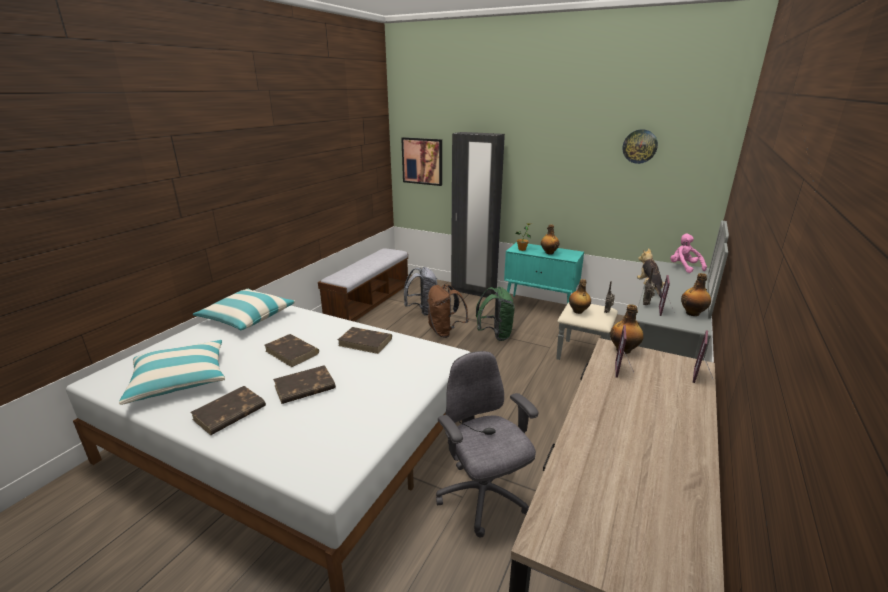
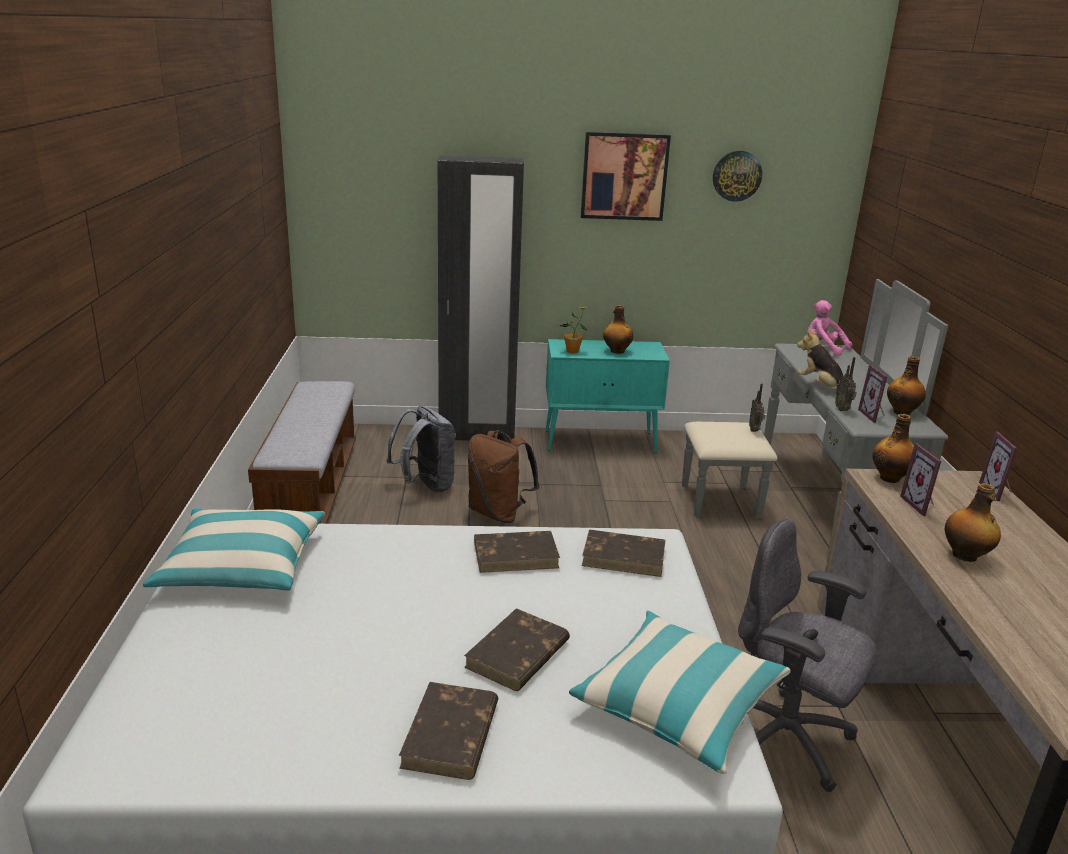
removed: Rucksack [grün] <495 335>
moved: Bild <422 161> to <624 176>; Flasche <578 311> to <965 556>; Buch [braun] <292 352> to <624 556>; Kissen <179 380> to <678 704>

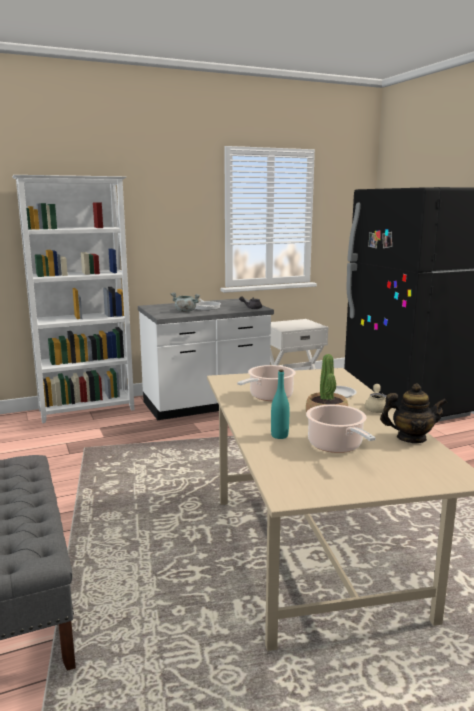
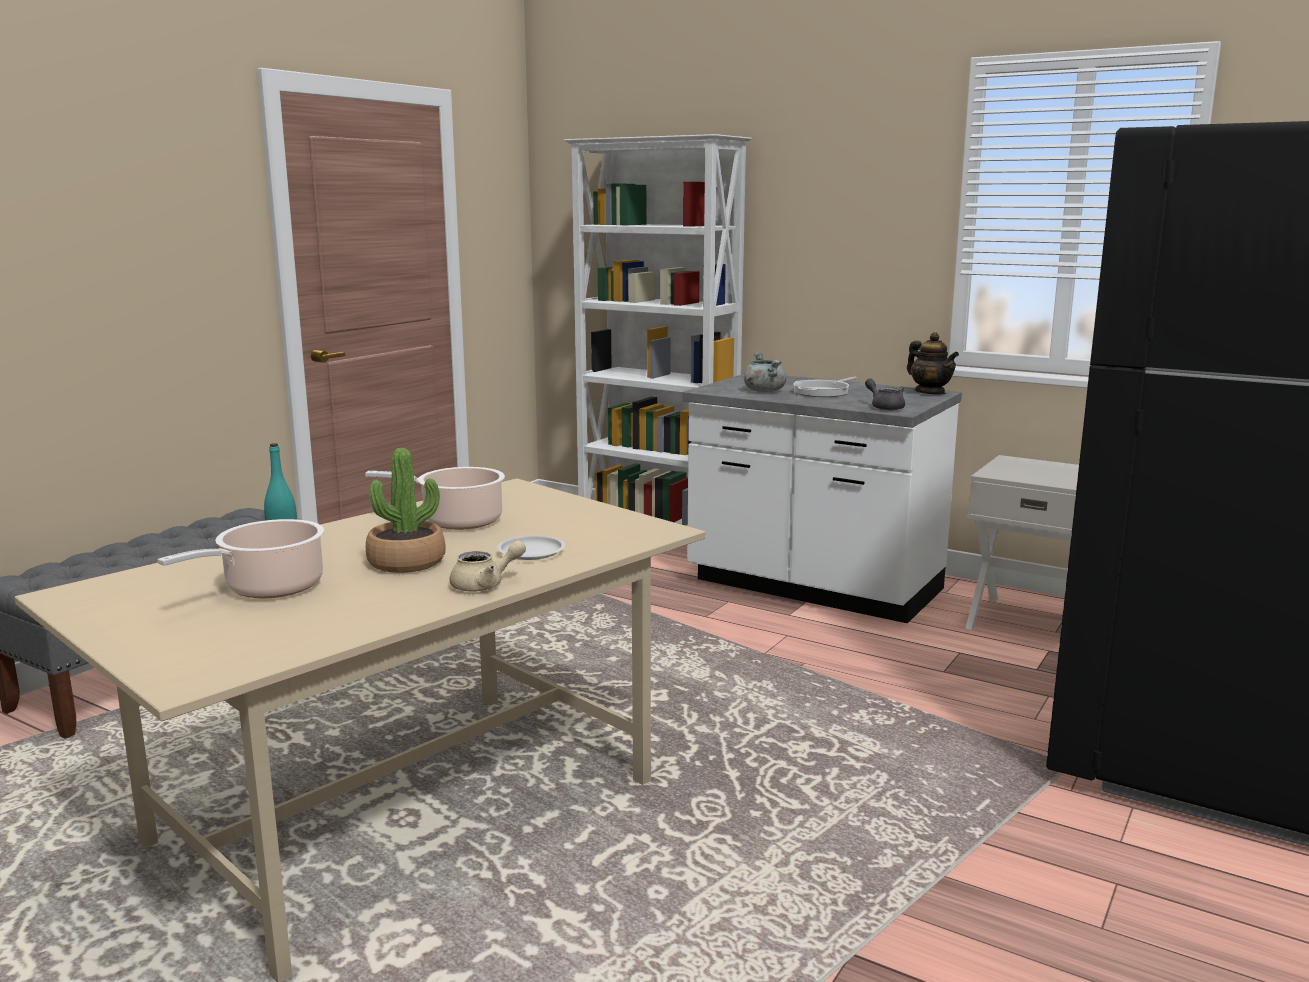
moved: Teekanne <411 438> to <930 393>

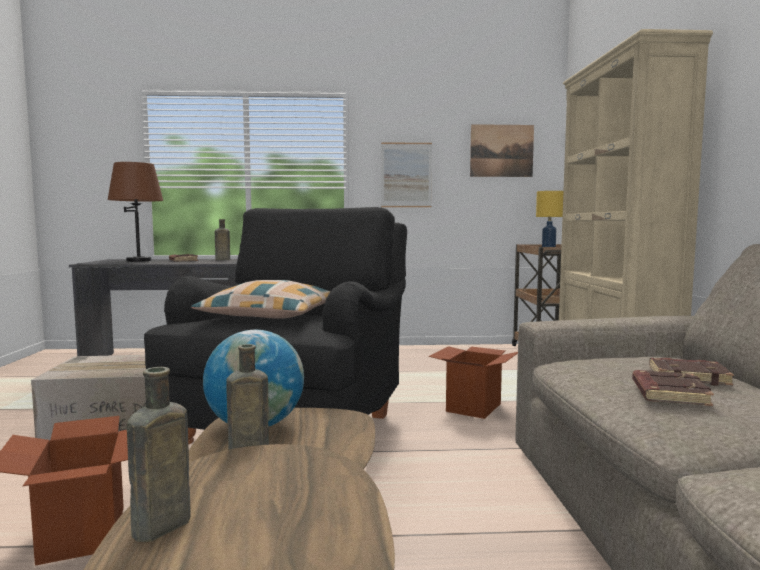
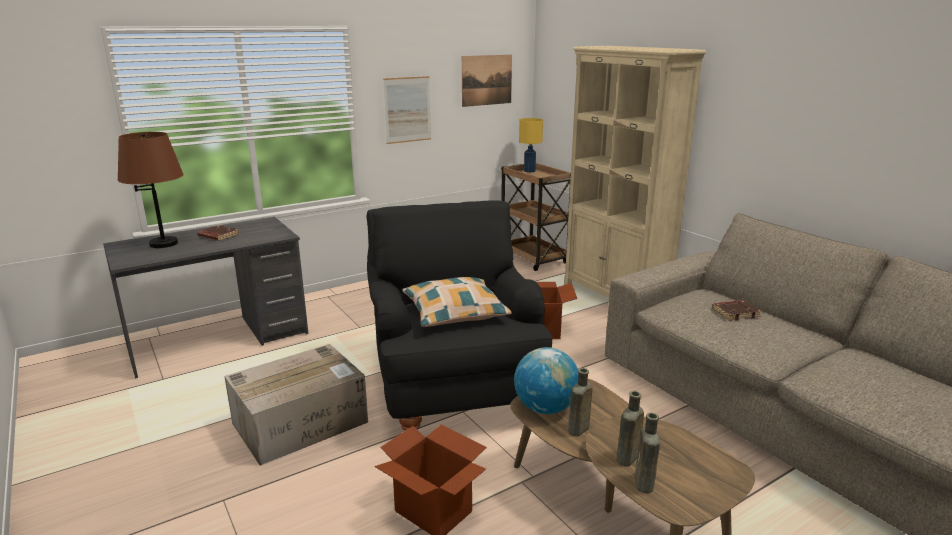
removed: Buch [braun] <668 394>
moved: Flasche [braun] <221 259> to <626 459>

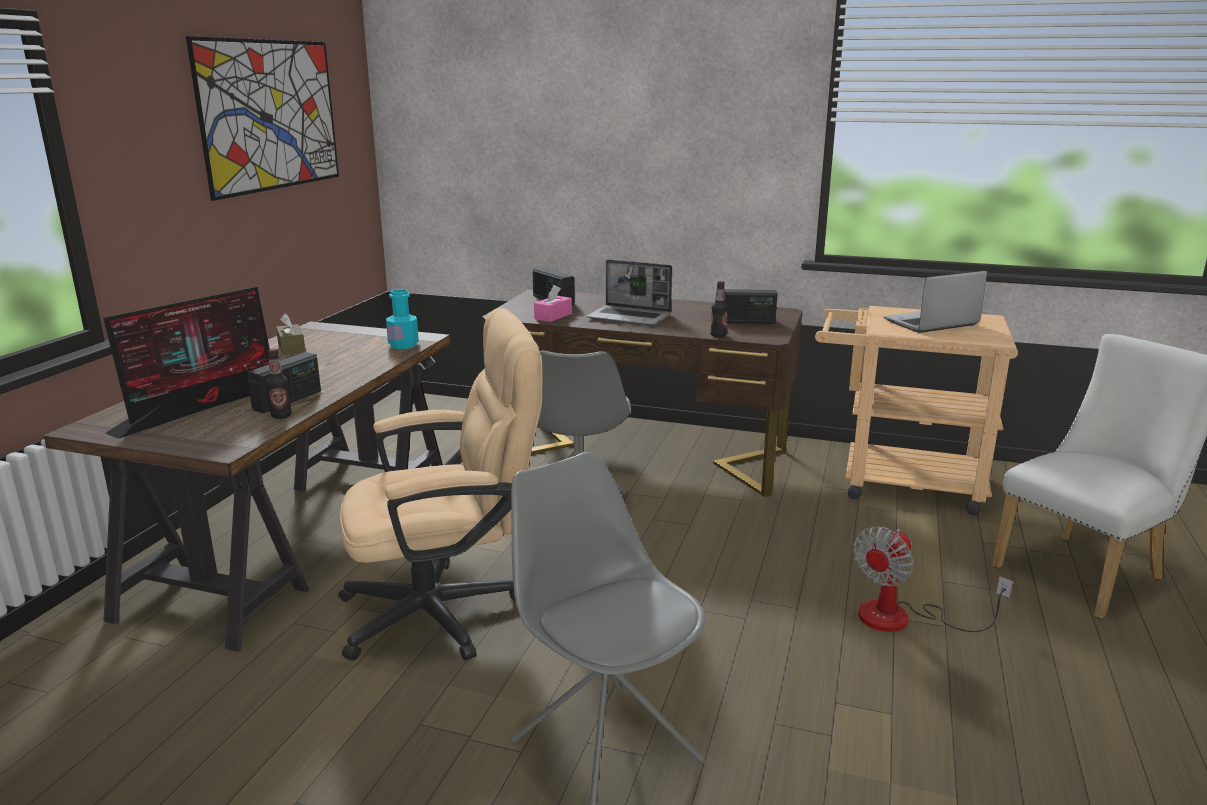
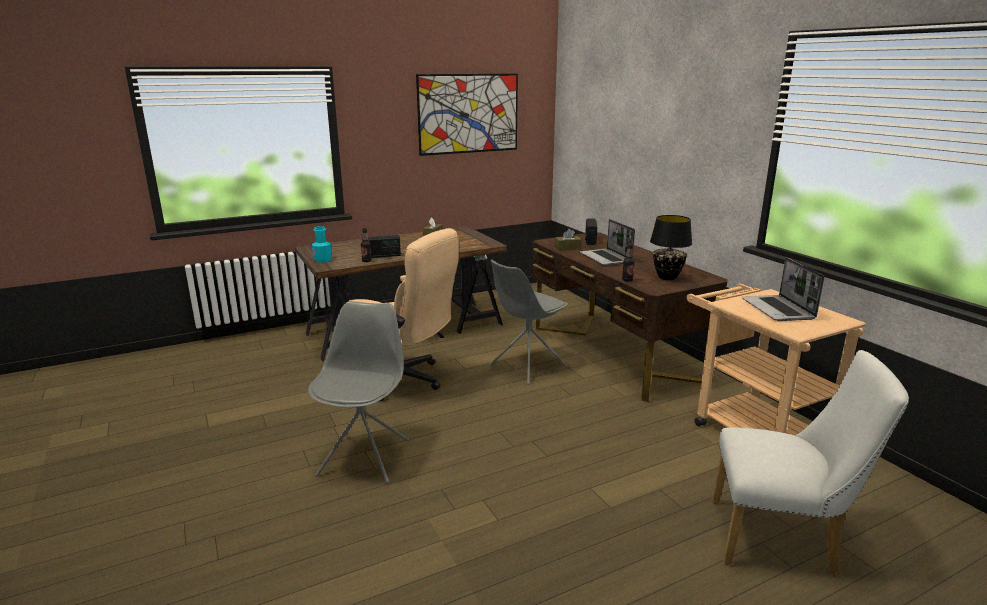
removed: Monitor <206 405>; Ventilator <902 618>
moved: Flasche [türkis] <403 345> to <322 260>
replaced: Radio <745 321> to Tischlampe [schwarz] <667 277>
recoloured: Taschentuchbox [rosa] <553 316> to Taschentuchbox [braun] <567 248>
turned: Laptop <930 323> = <778 310> 120 degrees counterclockwise

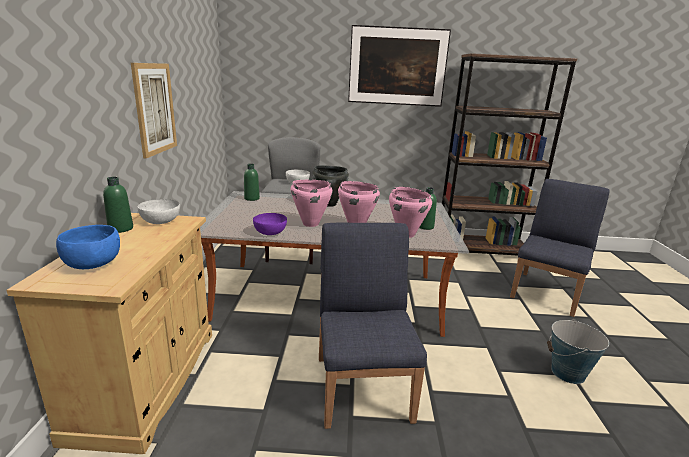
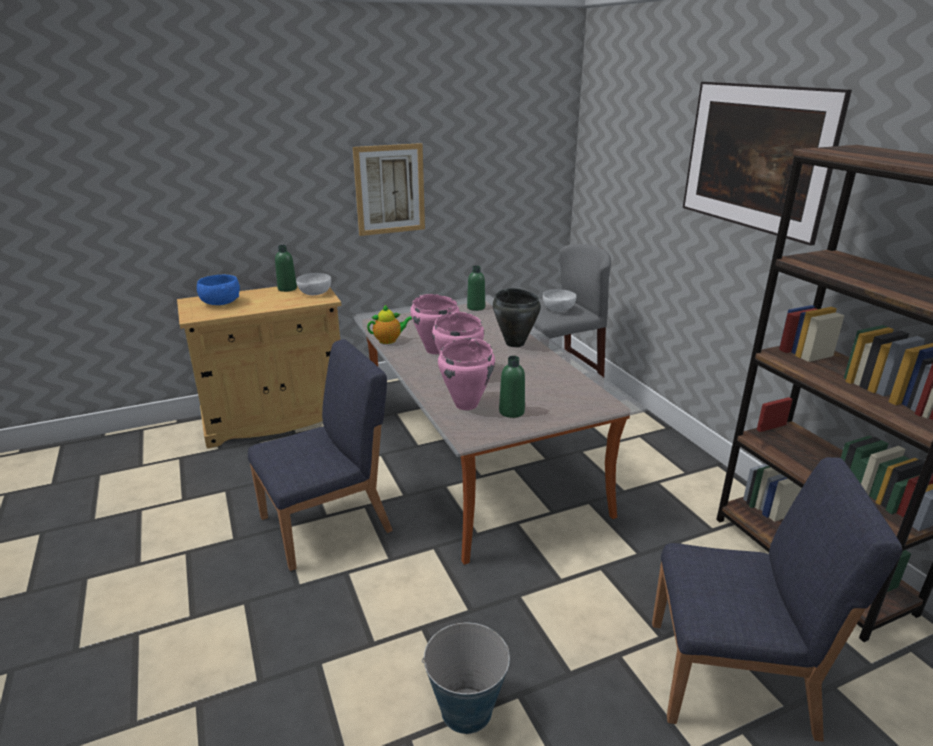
replaced: Schüssel [lila] <270 232> to Teekanne <389 340>

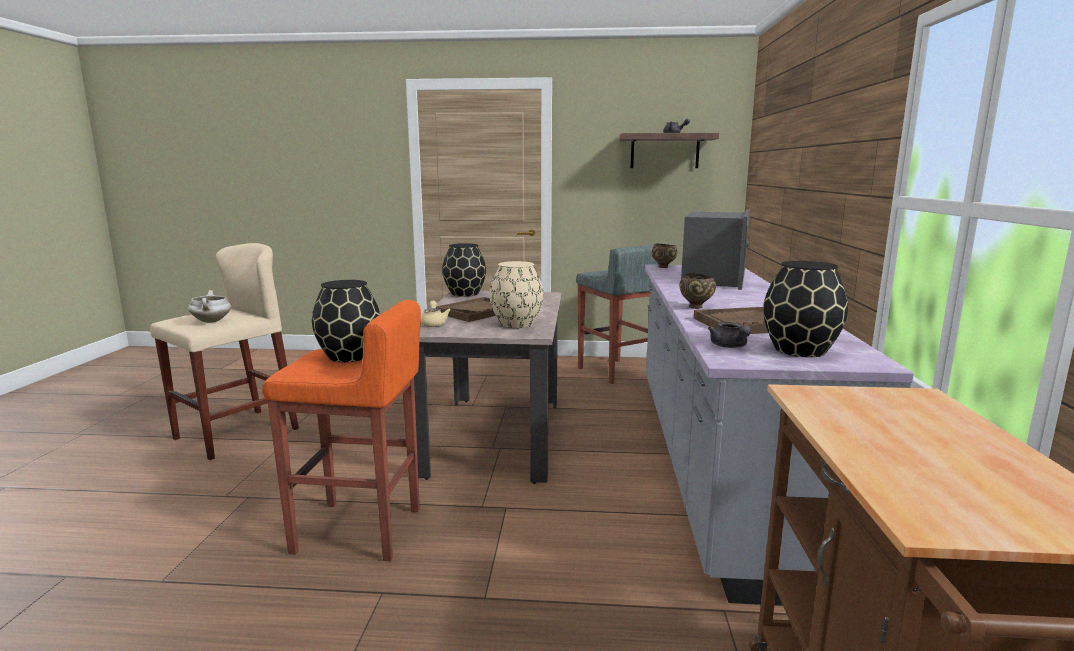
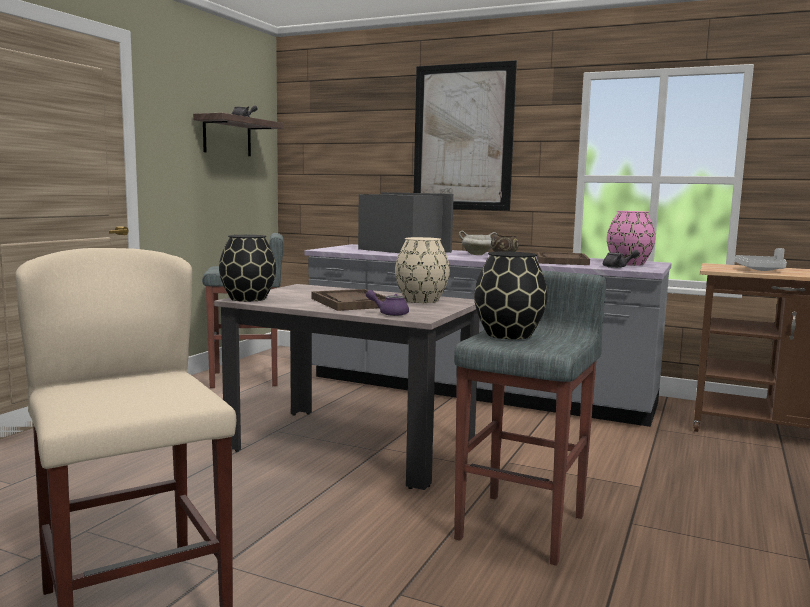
removed: Schüssel [braun] <664 267>
added: Bild <462 137>; Tablett [grau] <761 270>
moved: Kochtopf [weiß] <212 321> to <477 255>
recoloured: Vase [schwarz] <799 350> to Vase [rosa] <628 264>; Hocker [orange] <359 531> to Hocker [grau] <523 526>; Teekanne [beige] <433 323> to Teekanne [lila] <389 313>

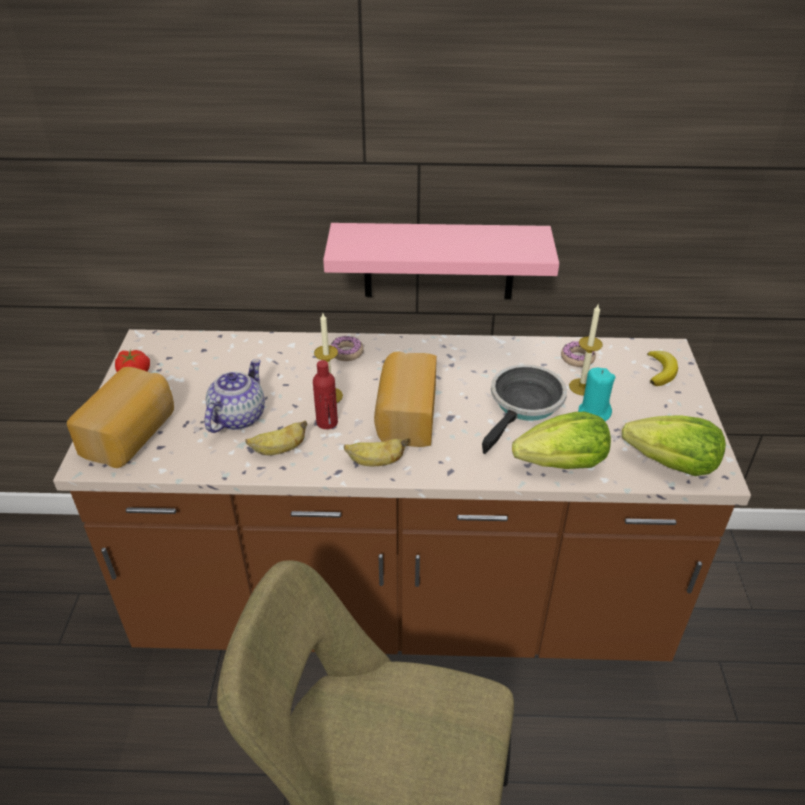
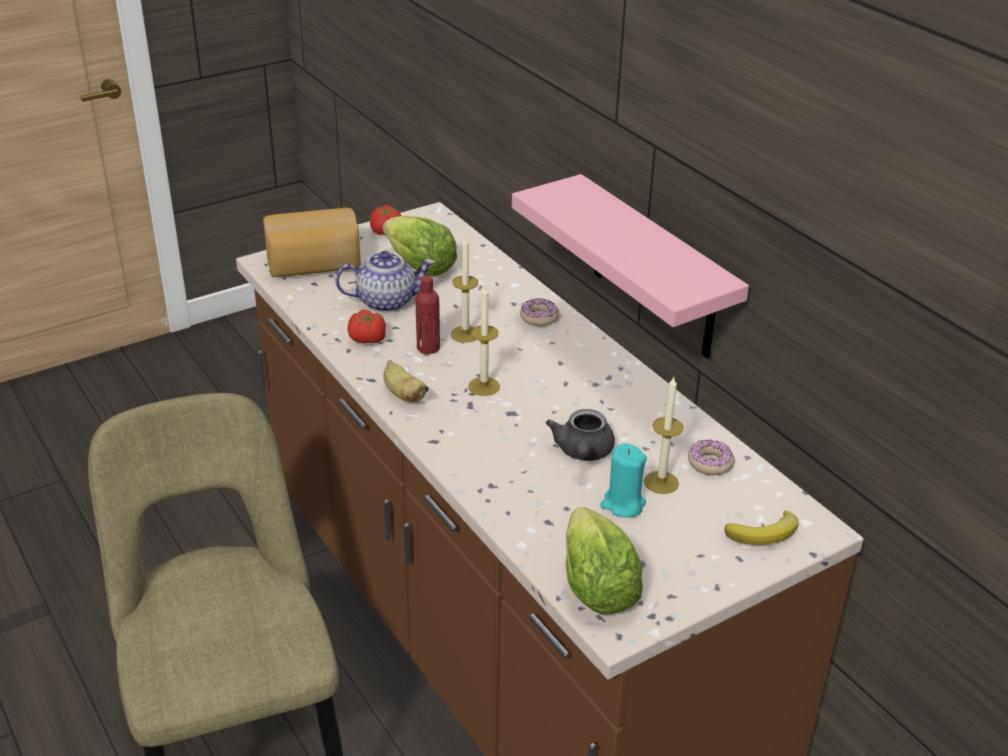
moved: Salatkopf <563 464> to <420 267>
replaced: Brot <405 416> to Kerze <484 386>; Pfanne <524 405> to Teekanne [grau] <583 453>; Banane <279 450> to Tomate <367 339>

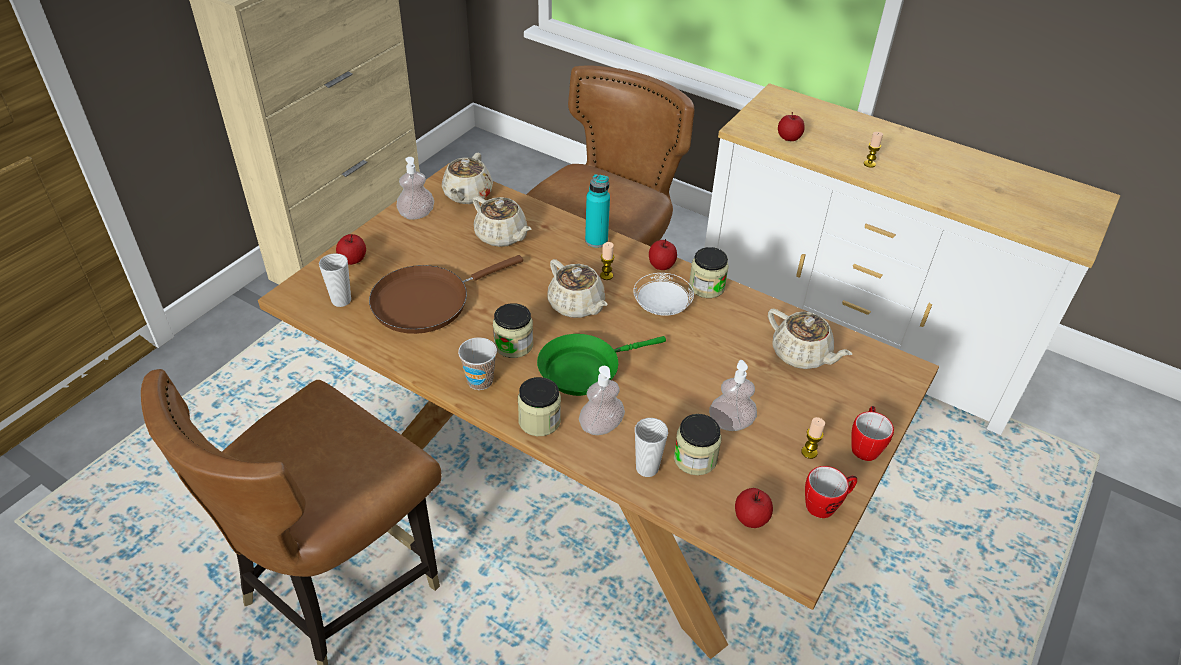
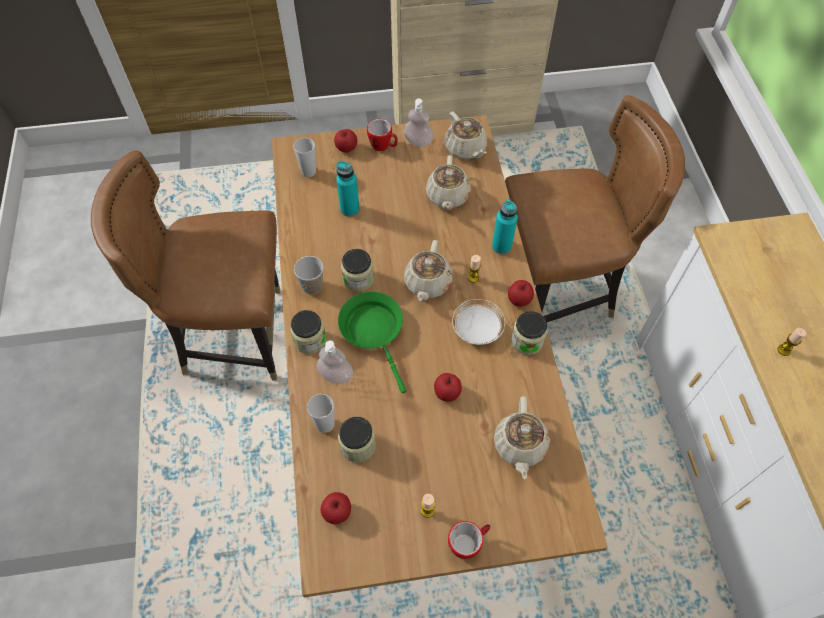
removed: Seifenspender <730 423>
moved: Apfel <789 138> to <447 392>; Henkelbecher <826 504> to <383 146>
replaced: Pfanne [braun] <427 301> to Flasche [türkis] <350 209>
turned: Teekanne [beige] <467 195> = <465 148> 90 degrees counterclockwise; Pfanne [grün] <584 370> = <374 331> 45 degrees clockwise

